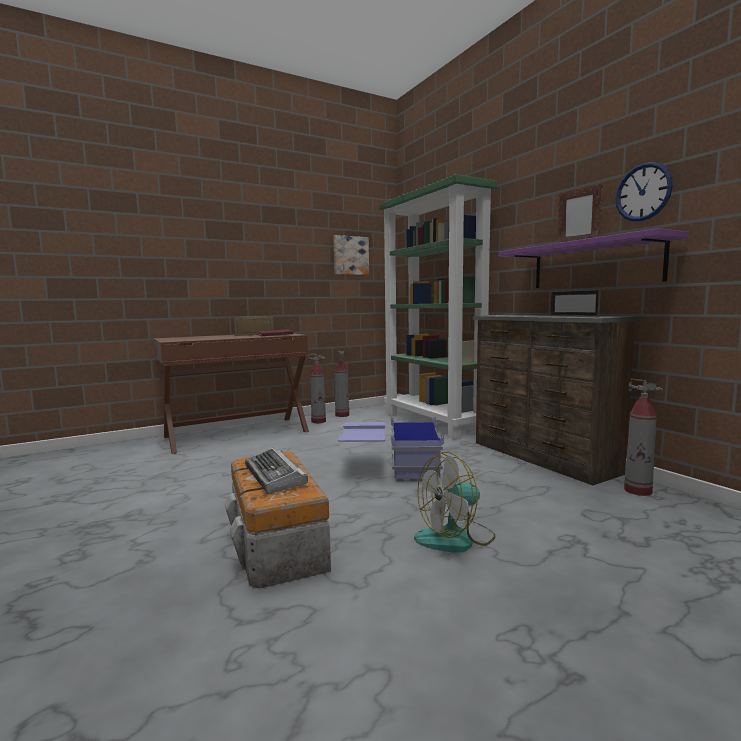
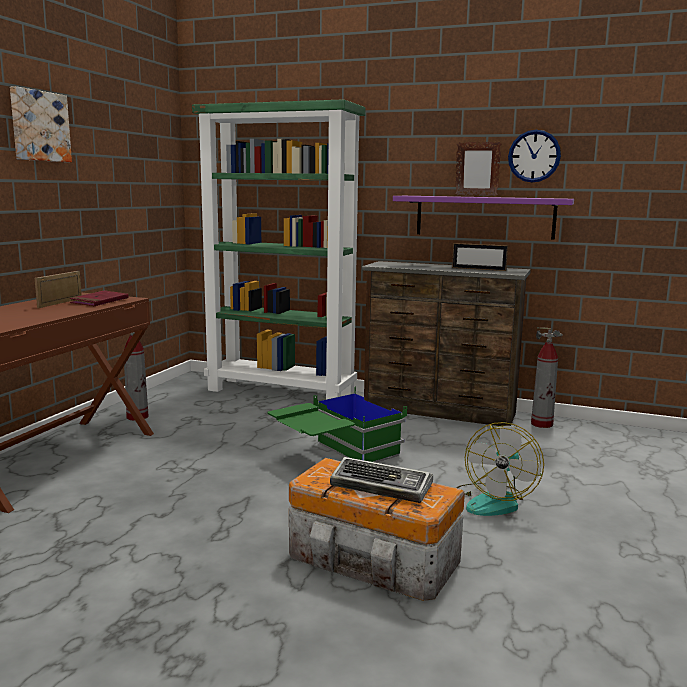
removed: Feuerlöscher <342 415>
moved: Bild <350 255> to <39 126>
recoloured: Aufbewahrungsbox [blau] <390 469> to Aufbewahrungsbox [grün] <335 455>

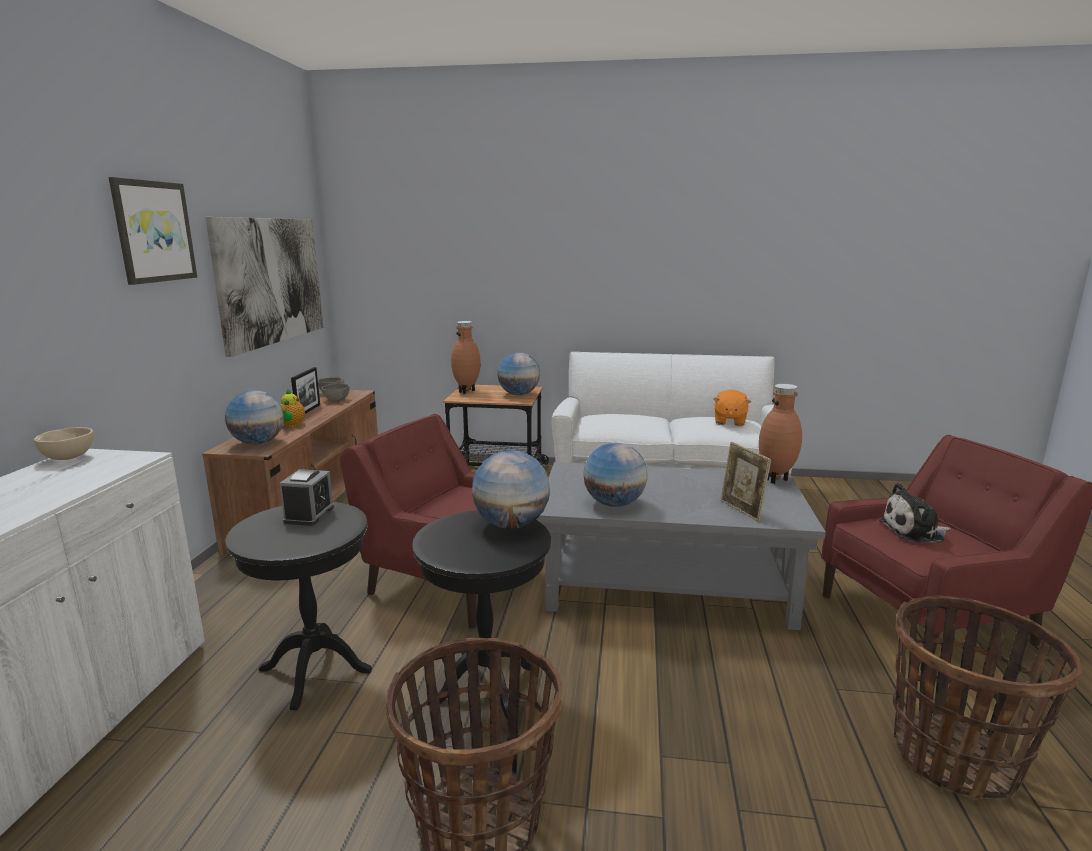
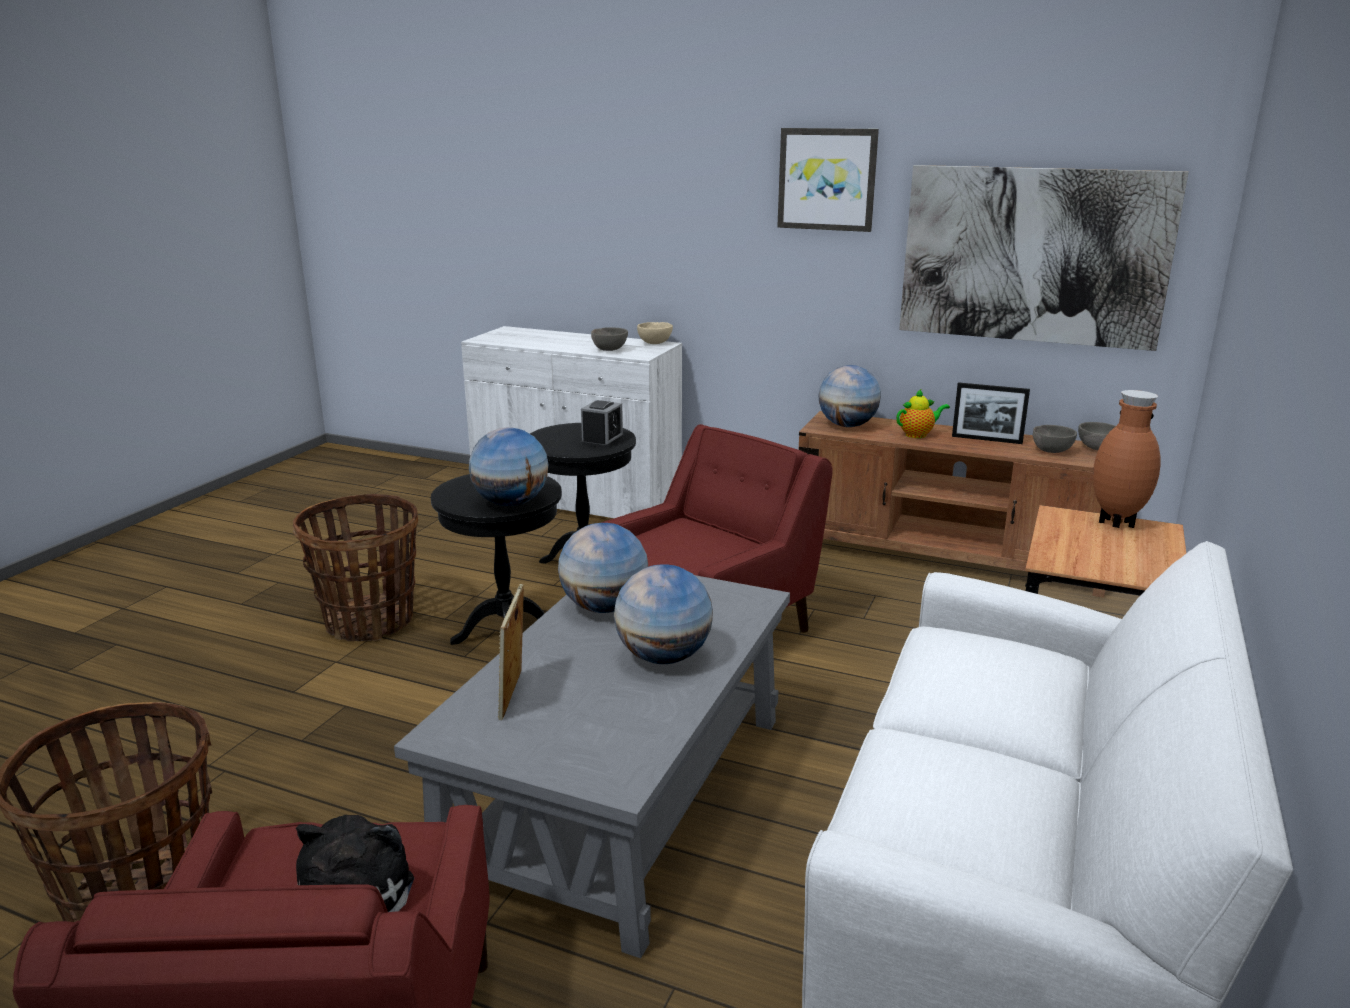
removed: Vase [braun] <776 480>; Plüschtier [orange] <729 421>
added: Schüssel [grau] <609 350>
moved: Globus <518 394> to <664 657>
turned: Teekanne <291 425> = <918 435> 150 degrees clockwise; Bilderrahmen <741 510> = <514 696> 75 degrees counterclockwise; Wecker <309 515> = <602 440> 90 degrees counterclockwise

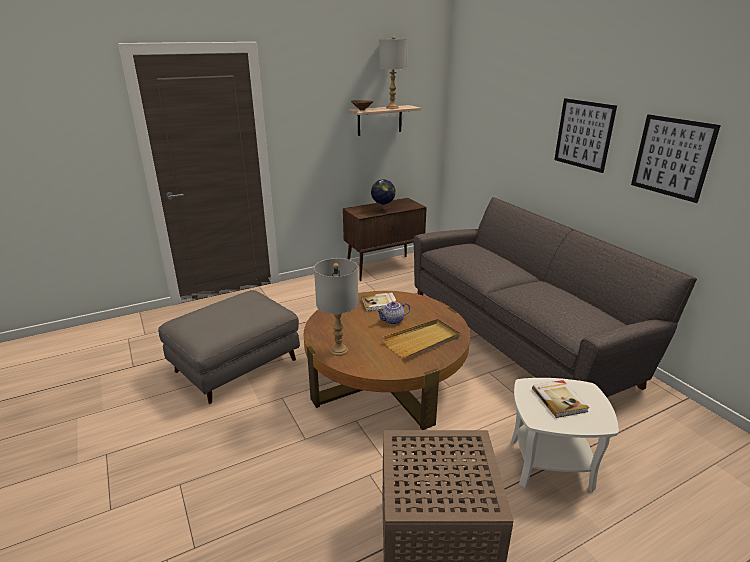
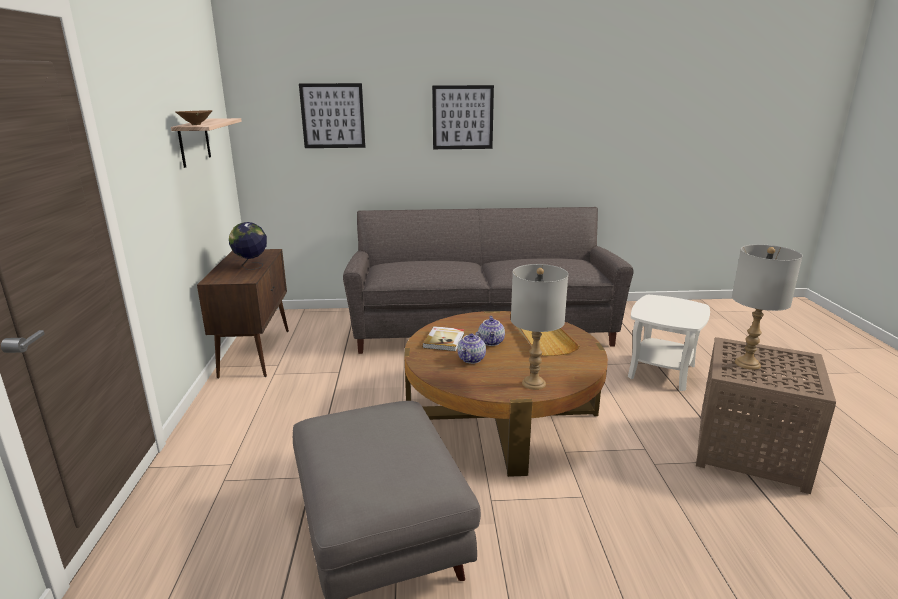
removed: Buch <559 400>
added: Teekanne <472 359>
moved: Tischlampe [grau] <392 107> to <747 364>; Bild <672 157> to <333 116>

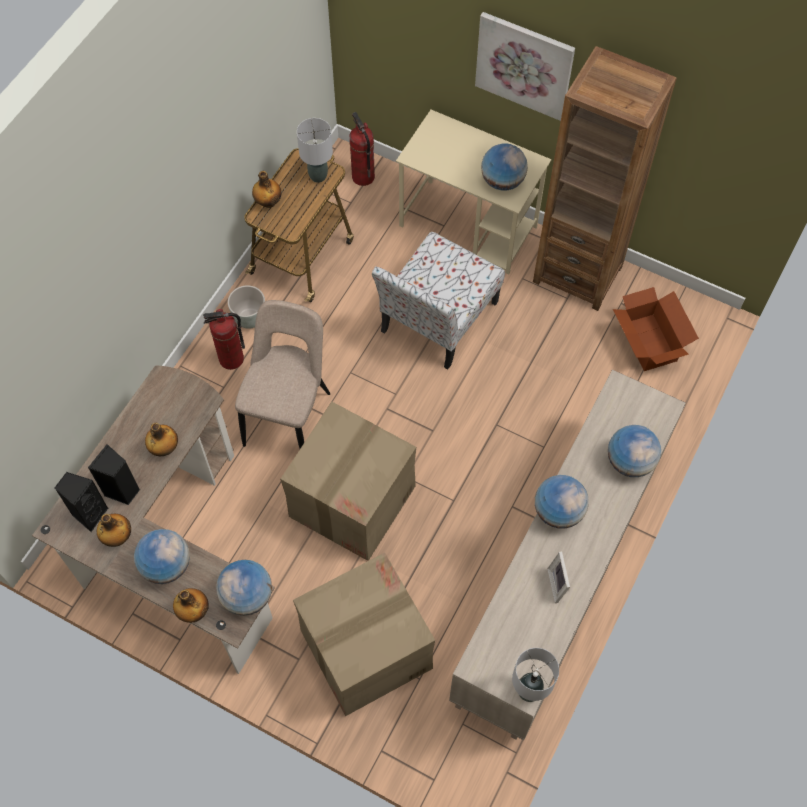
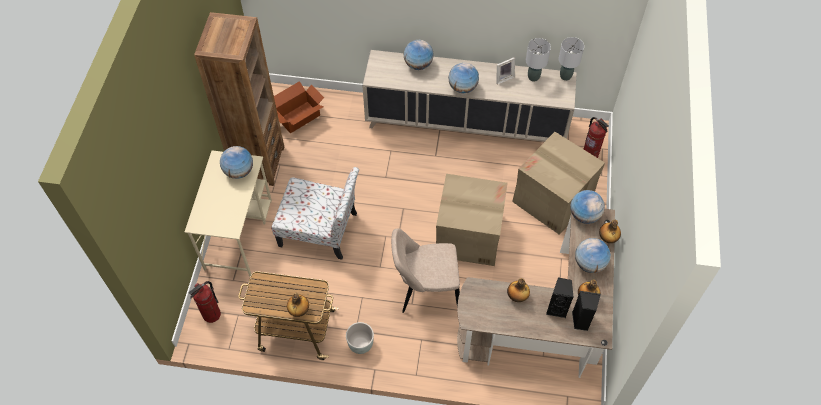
removed: Bild <524 65>
moved: Tischlampe [grau] <318 176> to <533 77>; Feuerlöscher <231 359> to <590 154>

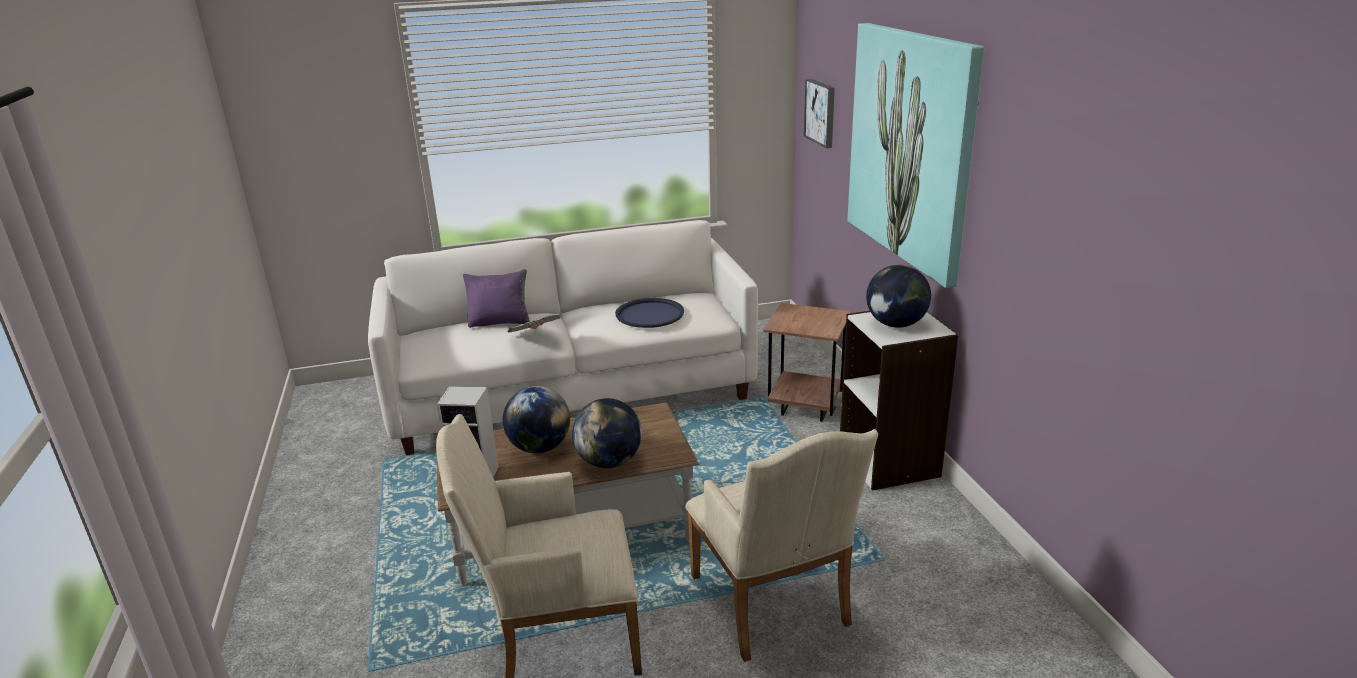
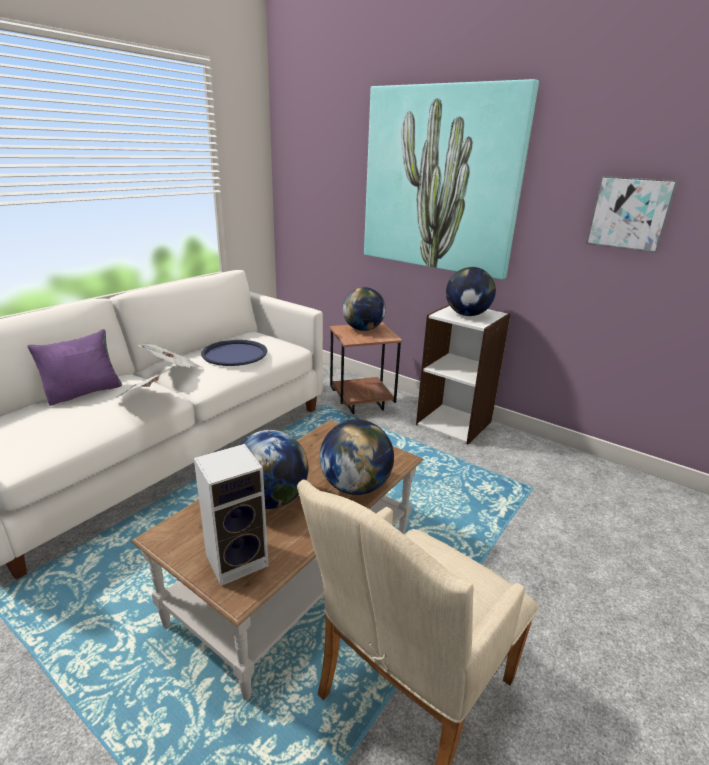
removed: Sessel [beige] <773 607>
added: Globus <363 329>; Zeitung <174 370>
moved: Bild <821 112> to <629 213>

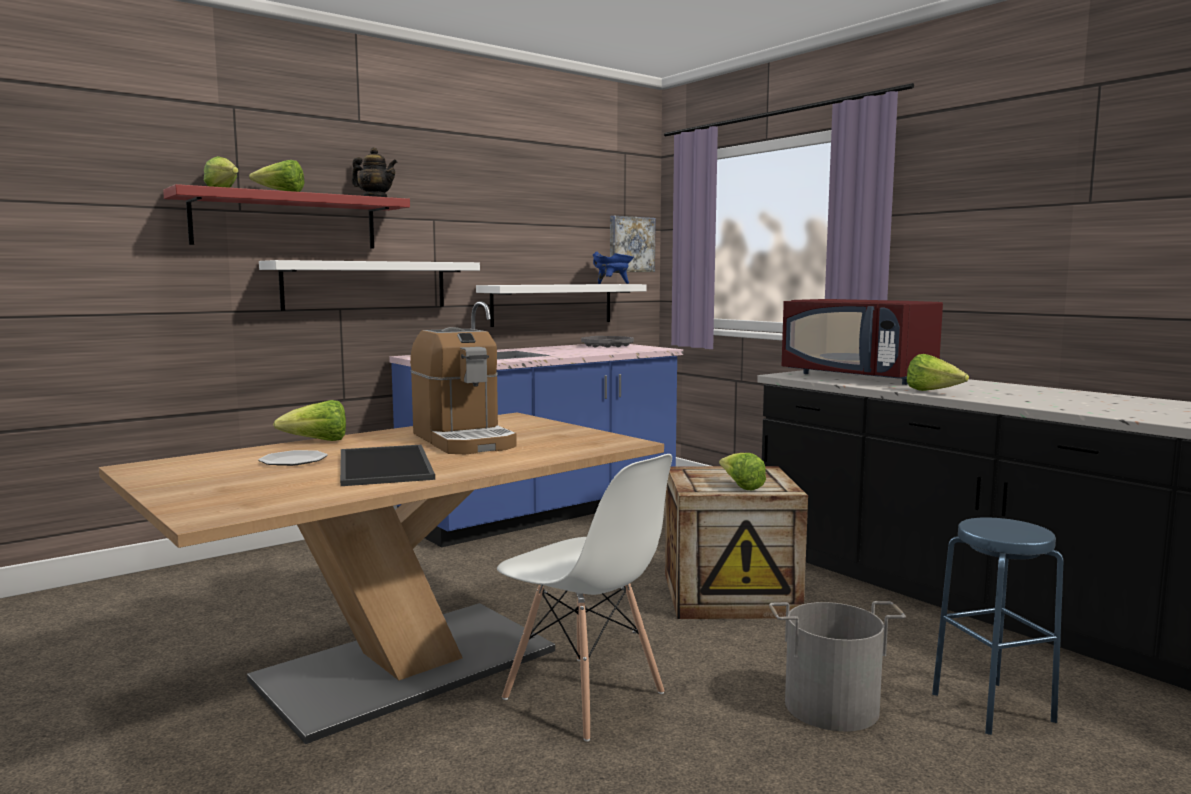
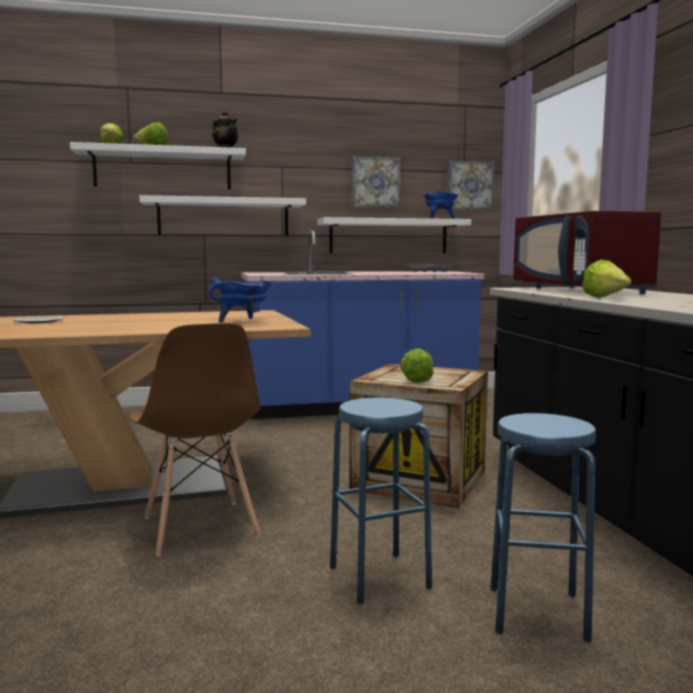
removed: Kaffeemaschine <463 440>; Salatkopf <317 442>; Tablett <382 465>
added: Bild <375 182>; Kochtopf [blau] <243 321>
replaced: Eimer [grau] <832 707> to Hocker [blau] <379 577>
recoloured: Wandregal [rot] <286 221> to Wandregal [weiß] <163 169>; Stuhl [weiß] <584 697> to Stuhl [braun] <199 528>

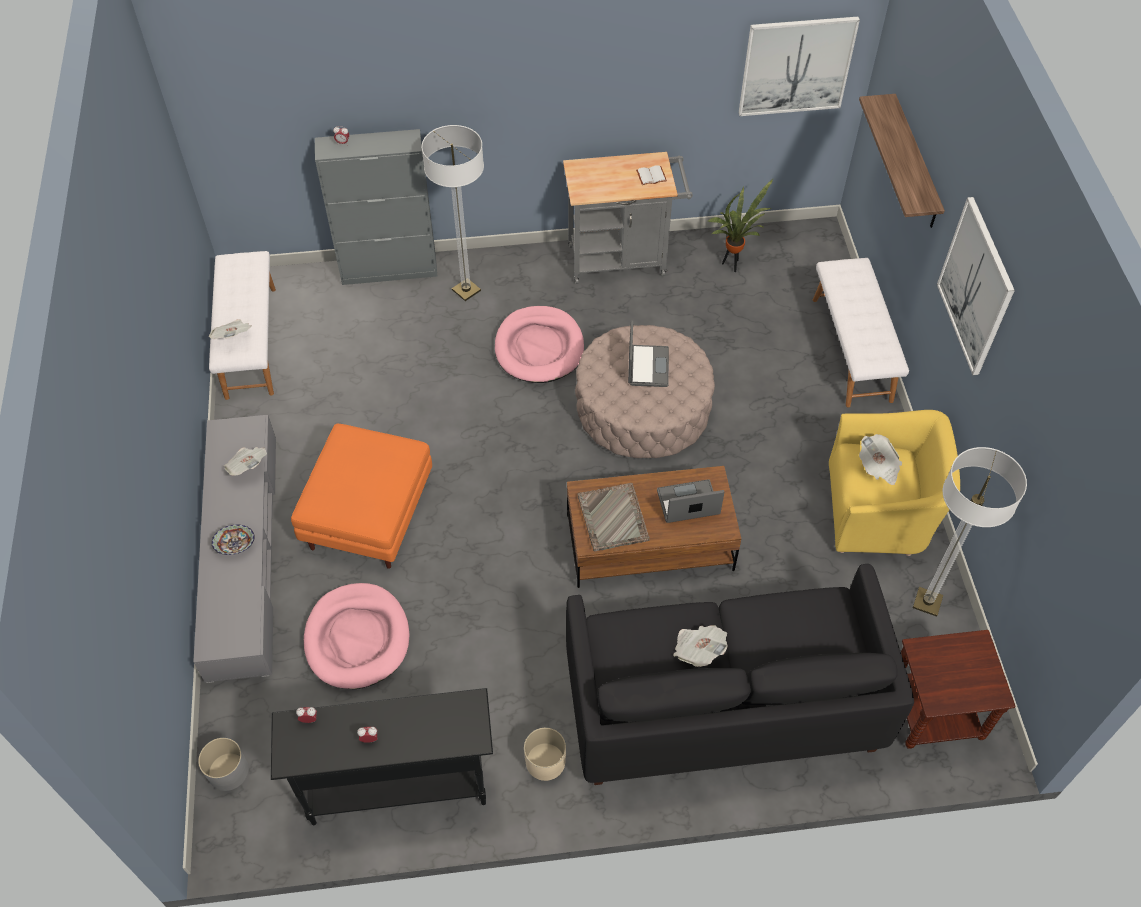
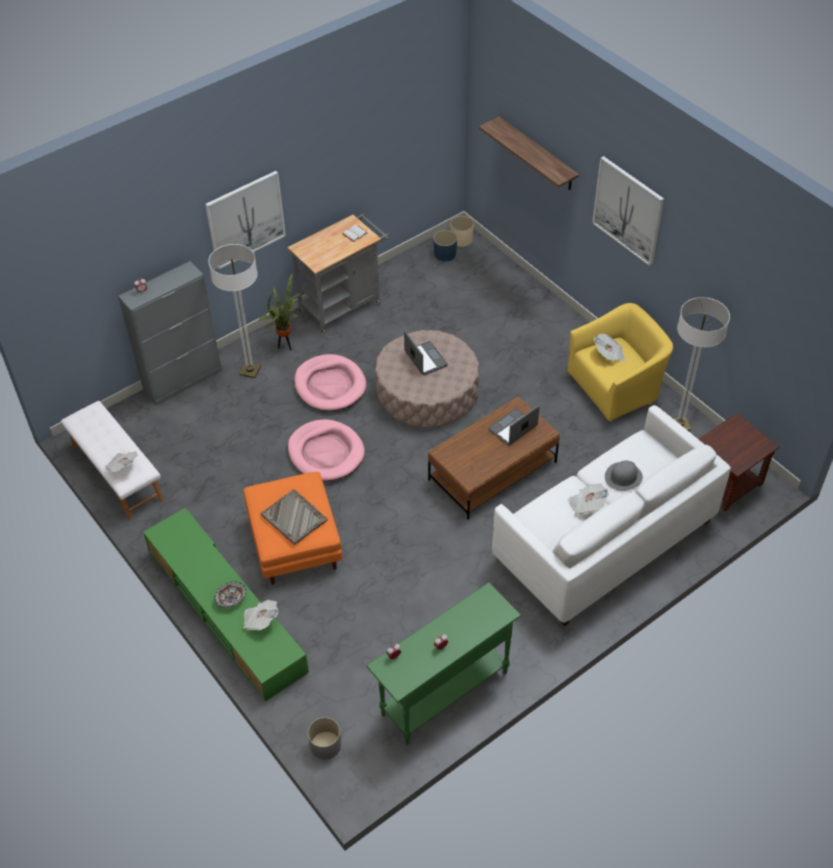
removed: Bank [weiß] <852 349>
added: Pflanzkübel [blau] <445 254>; Hut [grau] <623 477>
moved: Bild <796 66> to <245 219>; Topfpflanze <733 265> to <286 345>; Zeitung <247 466> to <260 620>; Tablett [grau] <613 518> to <294 518>; Hundebett [rosa] <357 638> to <326 453>; Pflanzkübel [beige] <545 761> to <461 239>
recoloured: Fernsehschrank [grau] <243 553> to Fernsehschrank [grün] <225 610>; Sofa [schwarz] <722 702> to Sofa [weiß] <604 540>; Konsolentisch [schwarz] <397 787> to Konsolentisch [grün] <444 693>

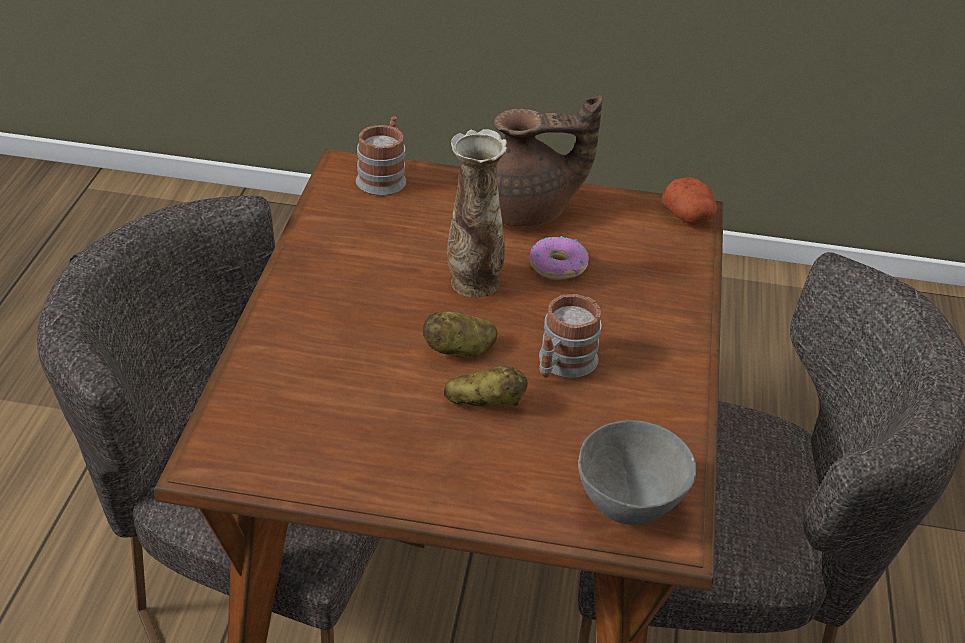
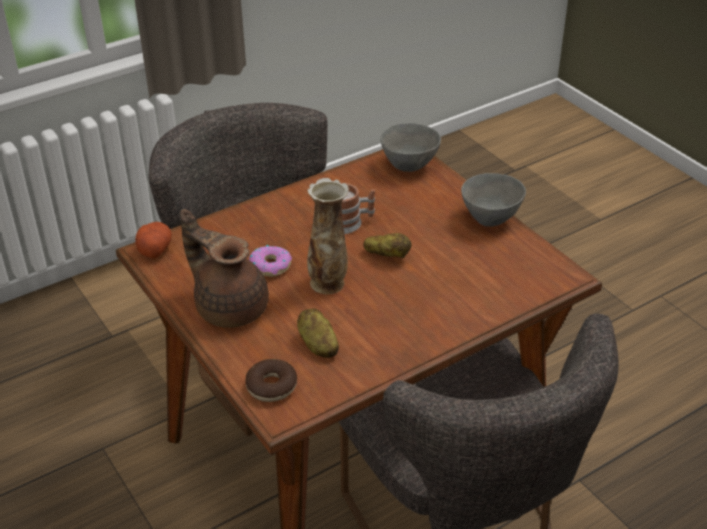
added: Schüssel [grau] <490 219>
moved: Kartoffel <485 404> to <317 345>
replaced: Henkelbecher <383 177> to Donut <271 386>

